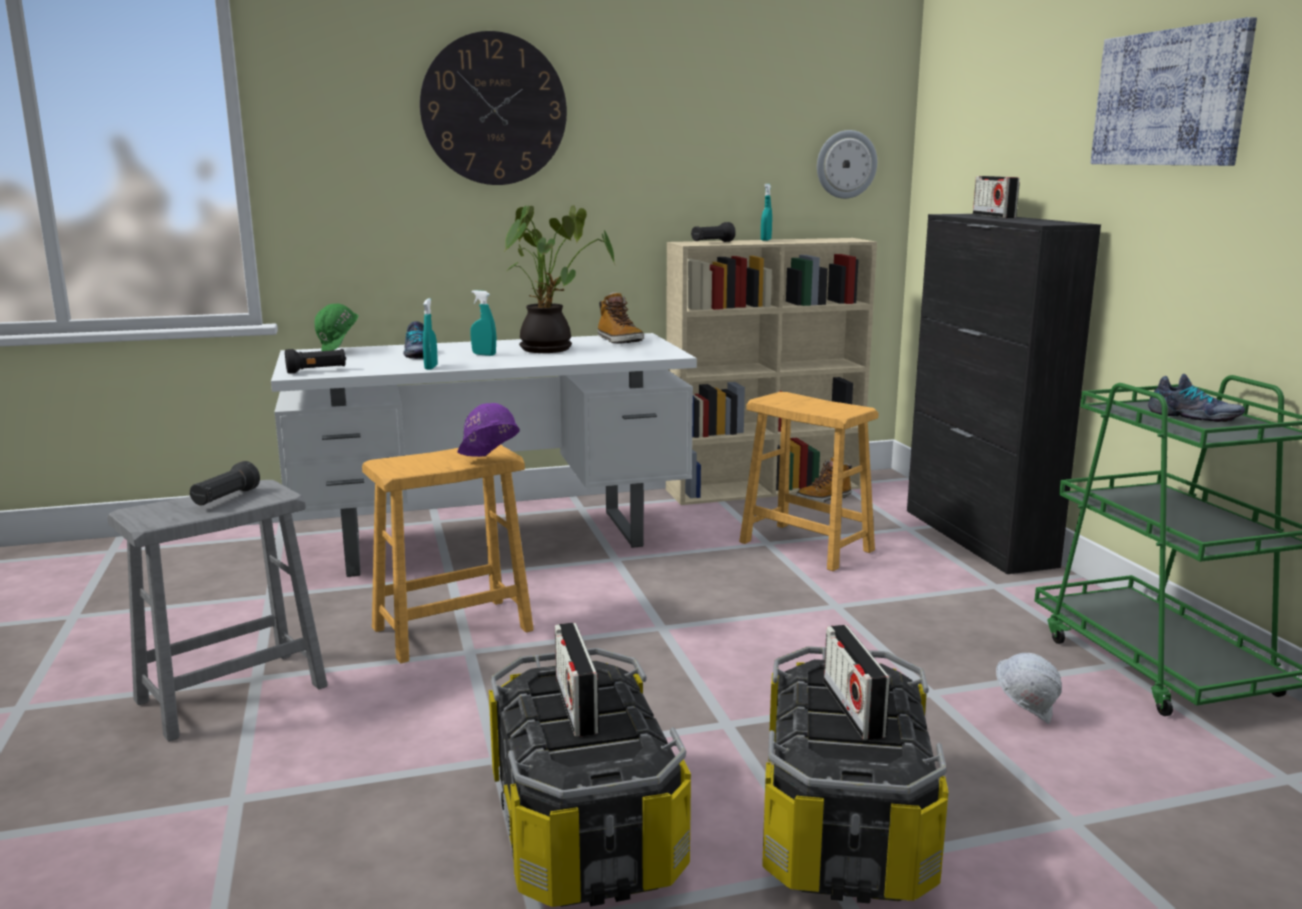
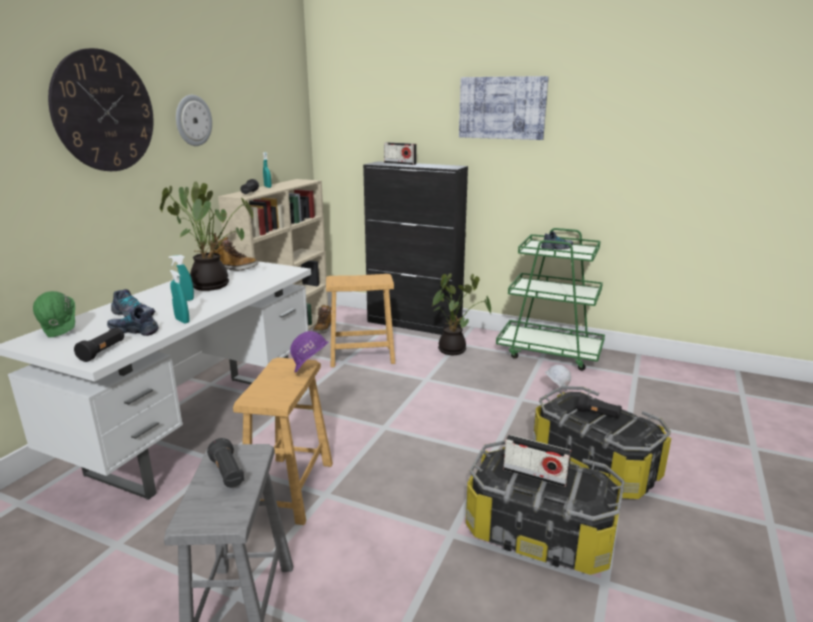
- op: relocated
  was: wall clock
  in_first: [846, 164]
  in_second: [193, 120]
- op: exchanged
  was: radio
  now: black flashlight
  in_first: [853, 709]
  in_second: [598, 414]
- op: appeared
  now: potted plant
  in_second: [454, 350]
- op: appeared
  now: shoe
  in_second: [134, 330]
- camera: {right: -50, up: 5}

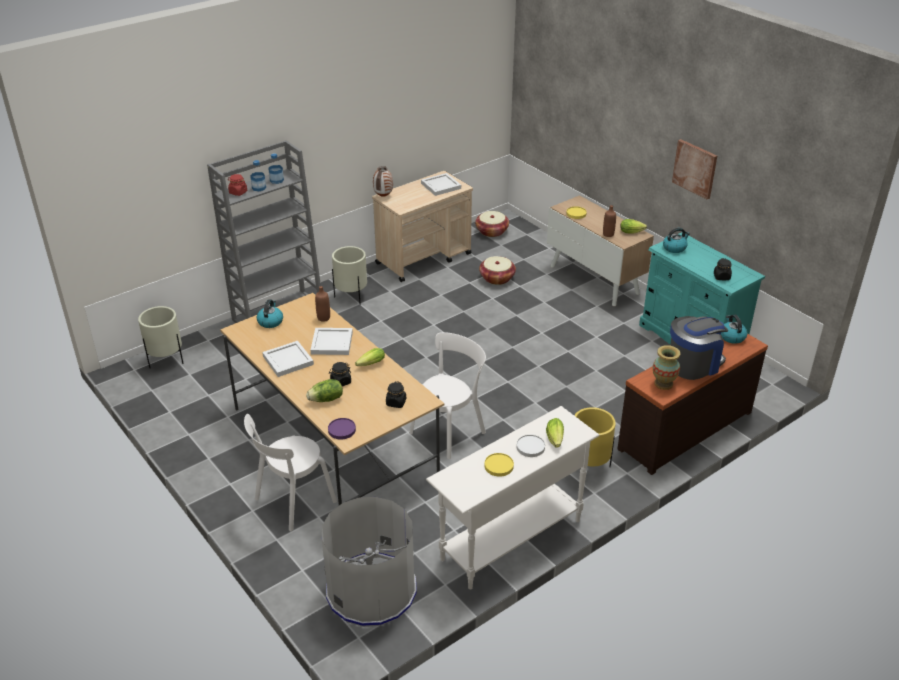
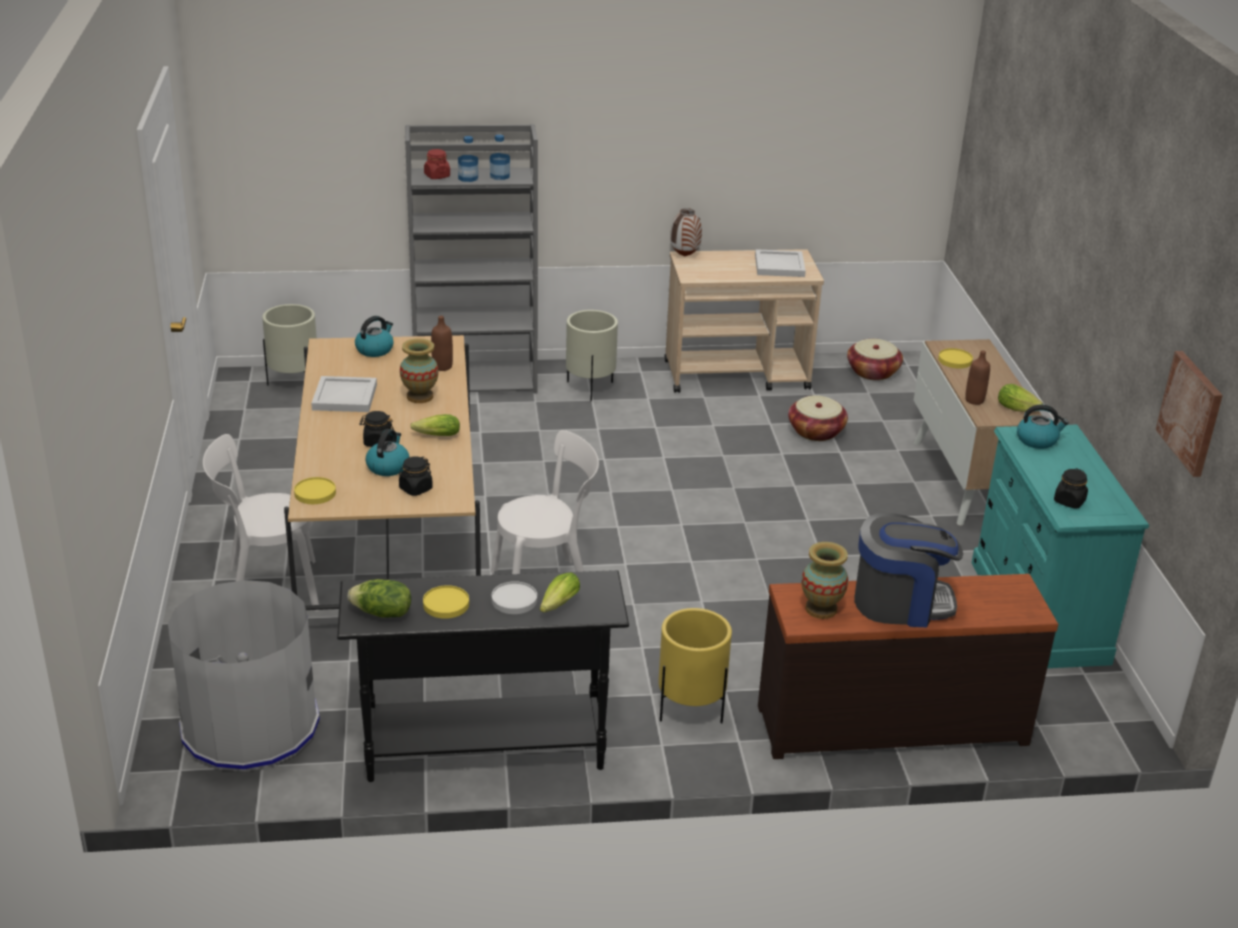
- op: relocated
  was: picture
  in_first: [695, 168]
  in_second: [1191, 413]
- op: relocated
  was: kettle
  in_first: [732, 337]
  in_second: [388, 466]
- op: exchanged
  was: white tray
  now: vase
  in_first: [332, 342]
  in_second: [420, 396]
- op: relocated
  was: lettuce
  in_first: [326, 399]
  in_second: [382, 613]
- op: colour
  was: white console table
  now: black console table
  in_first: [510, 540]
  in_second: [483, 749]
- op: colour
  was: purple plate
  now: yellow plate
  in_first: [341, 430]
  in_second: [314, 493]
- camera: {right: 30, up: -5}

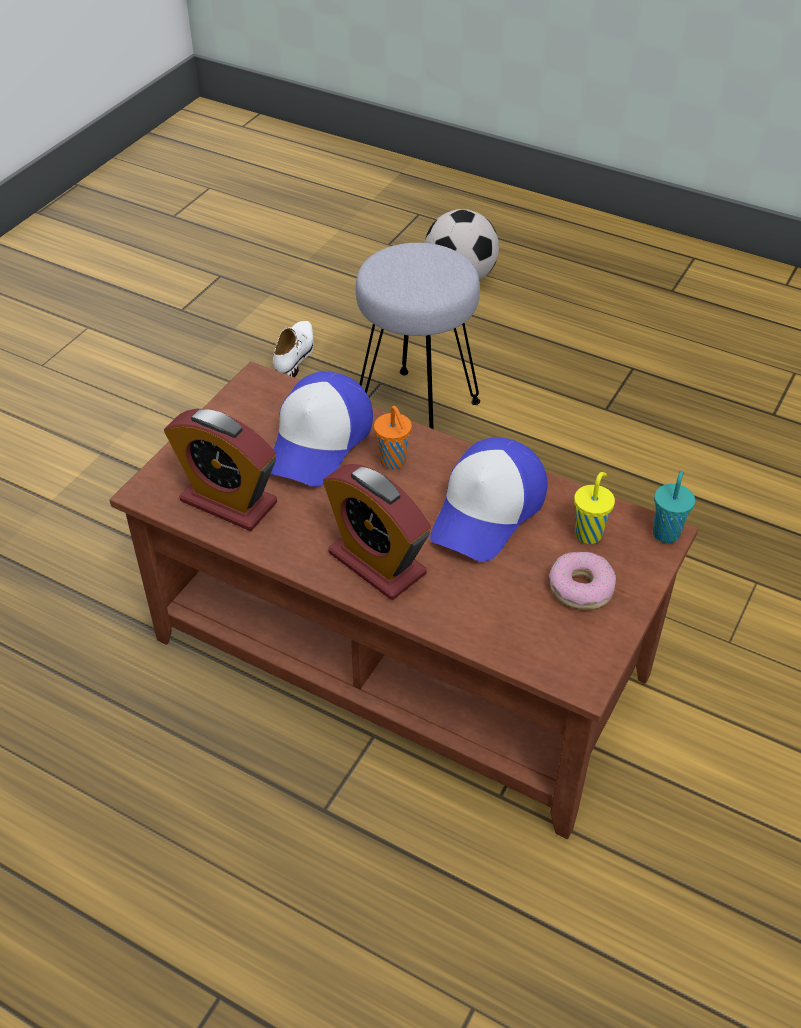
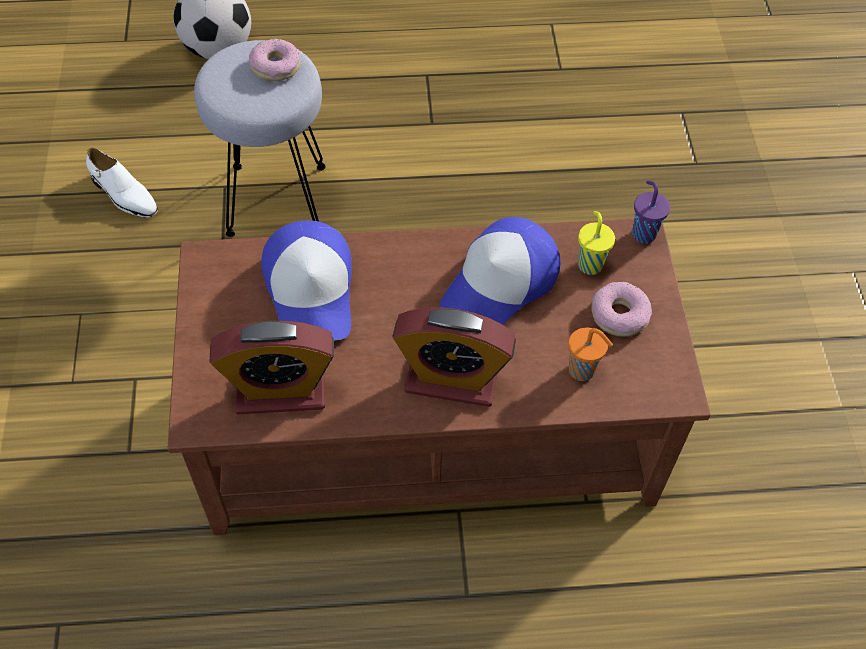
- op: spun
  was: white shoe
  in_first: [296, 355]
  in_second: [124, 195]
  clockwise: 150
- op: relocated
  was: orange cup
  in_first: [394, 462]
  in_second: [583, 371]
- op: spun
  was: cap
  in_first: [488, 511]
  in_second: [500, 285]
  clockwise: 45
- op: colour
  was: turquoise cup
  now: purple cup
  in_first: [666, 532]
  in_second: [643, 233]
- op: appeared
  now: donut
  in_second: [275, 66]
- camera: {right: -35, up: 10}

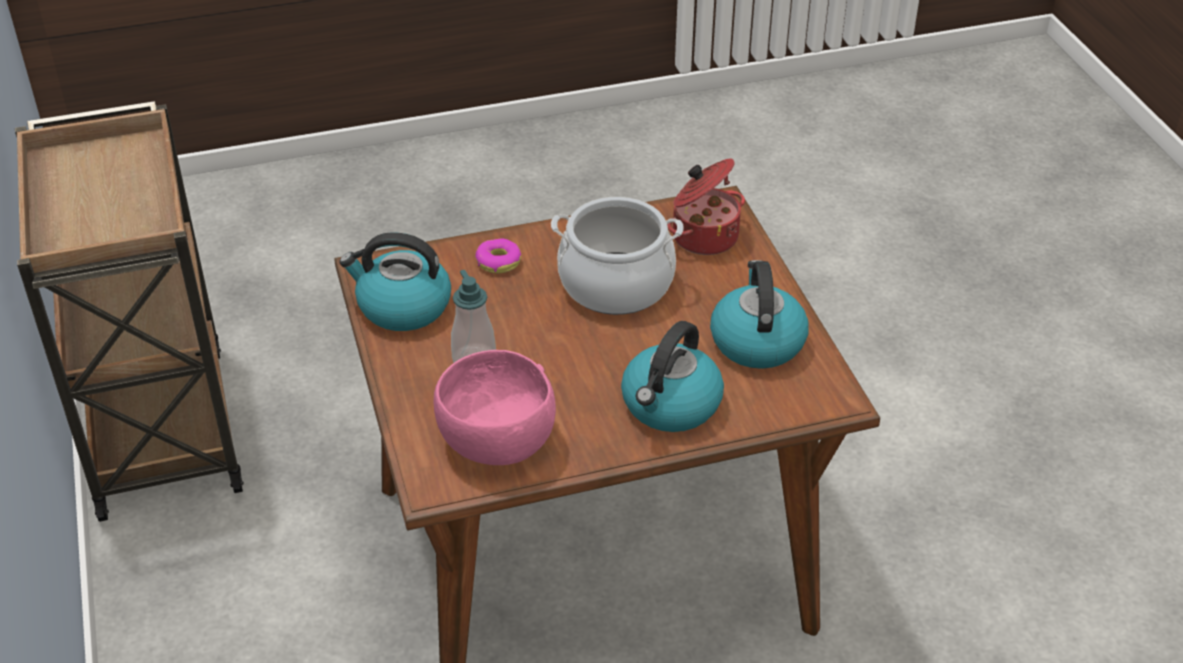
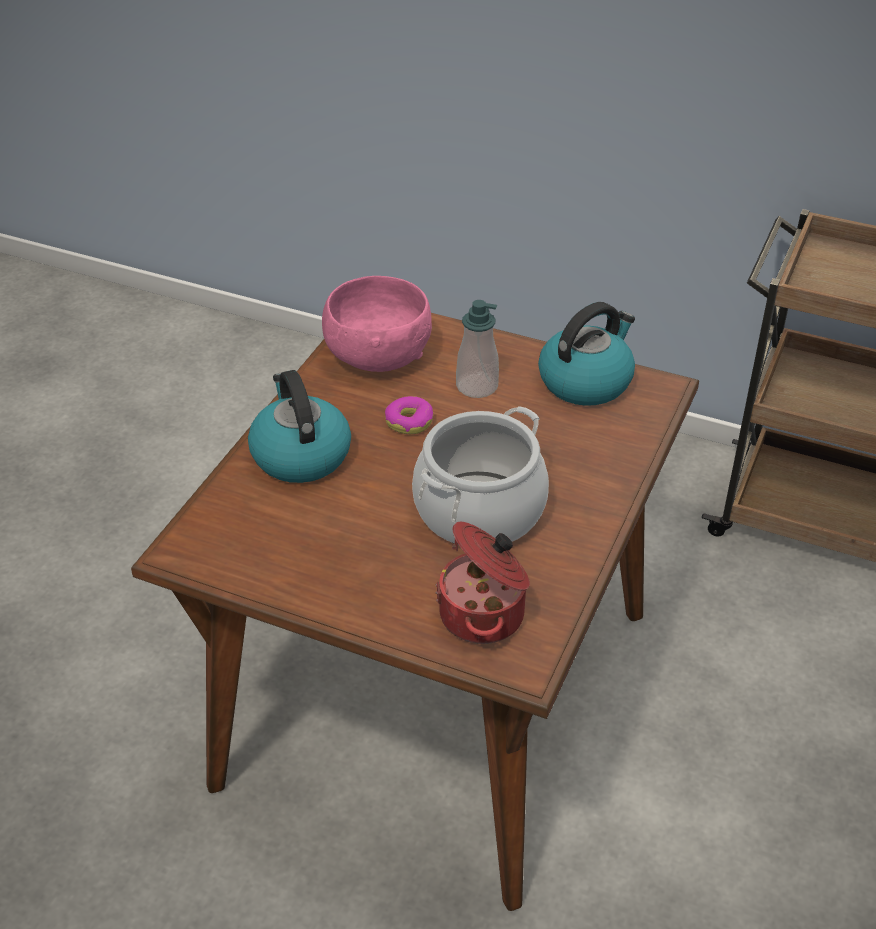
- op: relocated
  was: donut
  in_first: [498, 262]
  in_second: [409, 421]
- op: missing
  was: kettle
  in_first: [756, 341]
- camera: {right: 130, up: 0}

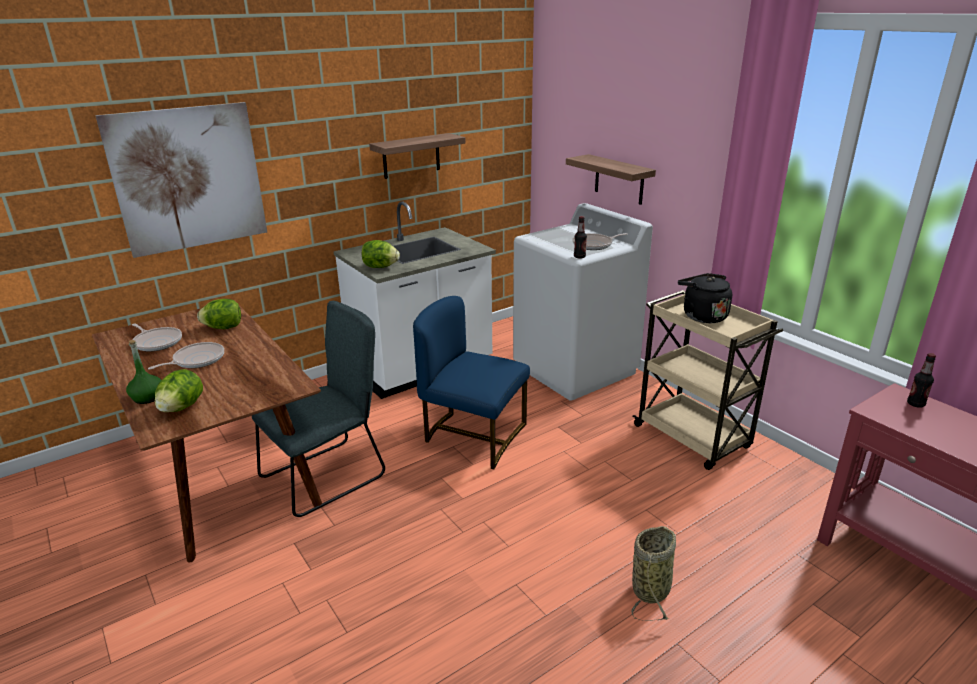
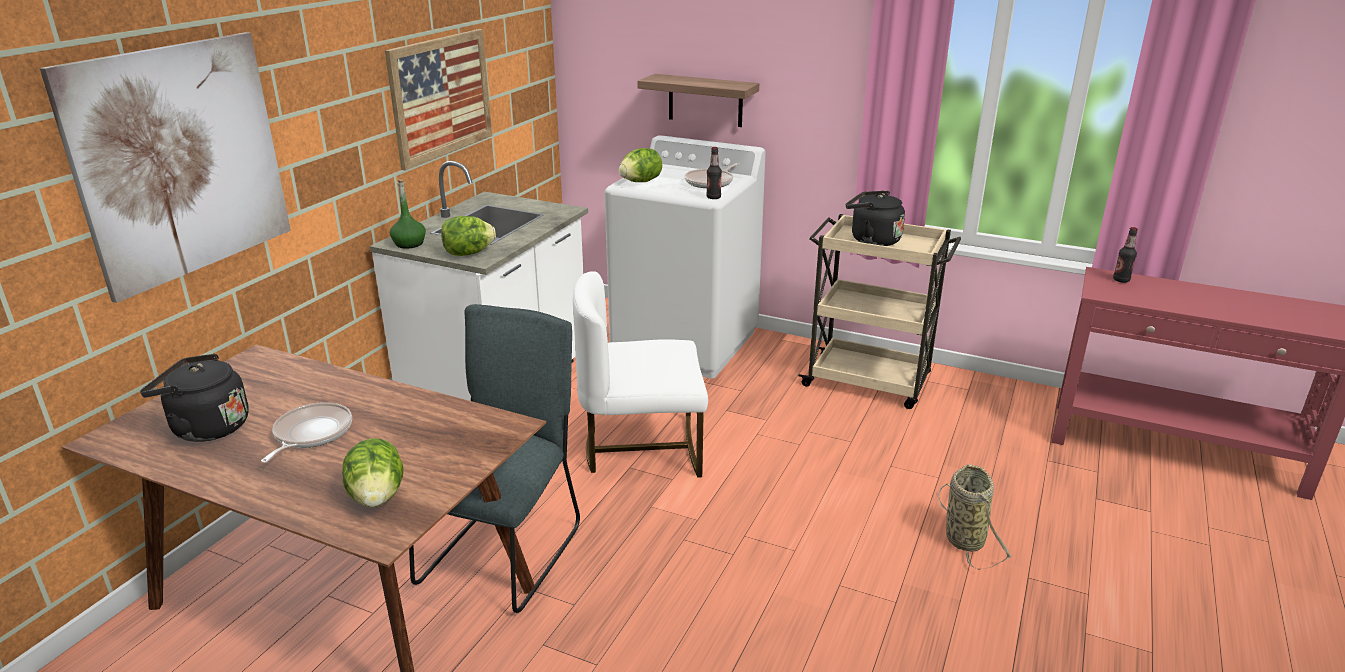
- op: exchanged
  was: shelf
  now: picture
  in_first: [411, 156]
  in_second: [441, 96]
- op: colour
  was: blue chair
  now: white chair
  in_first: [473, 436]
  in_second: [642, 448]
- op: relocated
  was: lettuce
  in_first: [223, 328]
  in_second: [640, 182]
- op: exchanged
  was: frying pan
  now: black kettle
  in_first: [157, 342]
  in_second: [206, 428]
- op: relocated
  was: green bottle
  in_first: [148, 397]
  in_second: [409, 244]
- camera: {right: -30, up: 0}

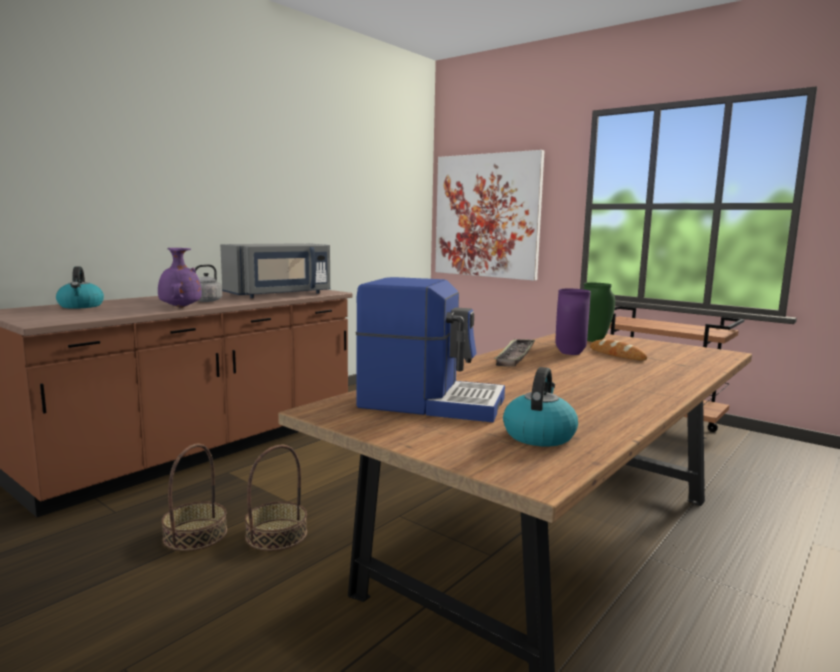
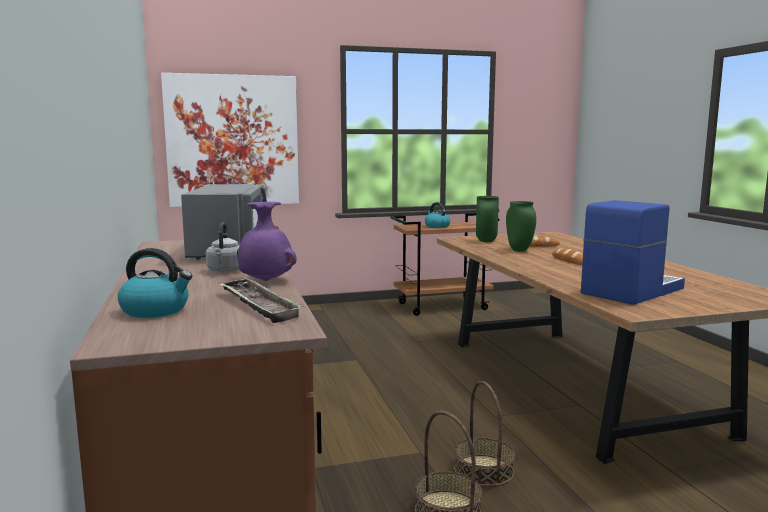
- op: colour
  was: purple vase
  now: green vase
  in_first: [571, 353]
  in_second: [520, 250]
- op: relocated
  was: tray
  in_first: [515, 356]
  in_second: [258, 305]
- op: relocated
  was: kettle
  in_first: [539, 435]
  in_second: [436, 226]
- op: appeared
  now: bread
  in_second: [570, 261]
- camera: {right: -55, up: 0}

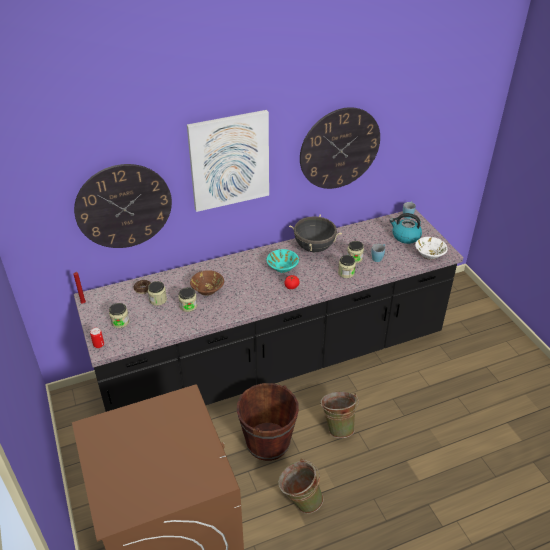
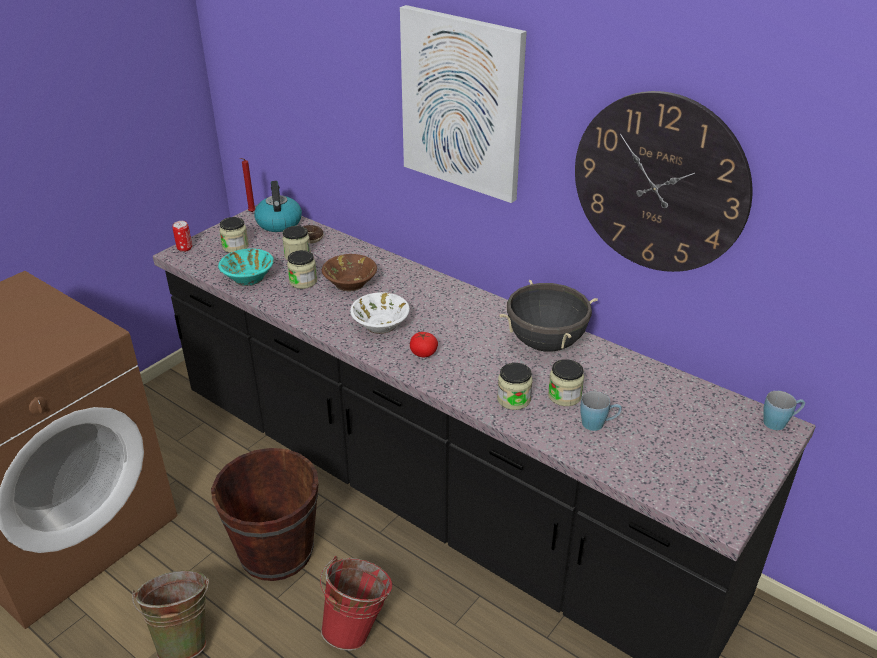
- op: missing
  was: wall clock
  in_first: [123, 206]
- op: relocated
  was: kettle
  in_first: [405, 236]
  in_second: [279, 223]
- op: relocated
  was: white bowl
  in_first: [429, 254]
  in_second: [380, 325]
- op: relocated
  was: turquoise bowl
  in_first: [282, 267]
  in_second: [248, 278]
- op: colour
  was: green bucket
  now: red bucket
  in_first: [338, 426]
  in_second: [358, 627]
- camera: {right: 60, up: -5}

